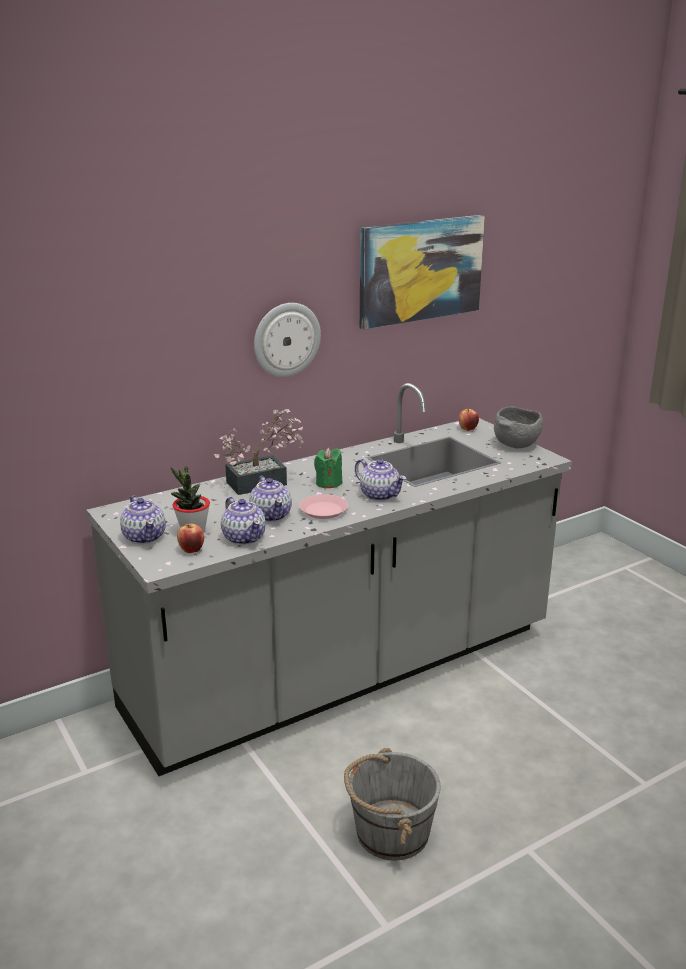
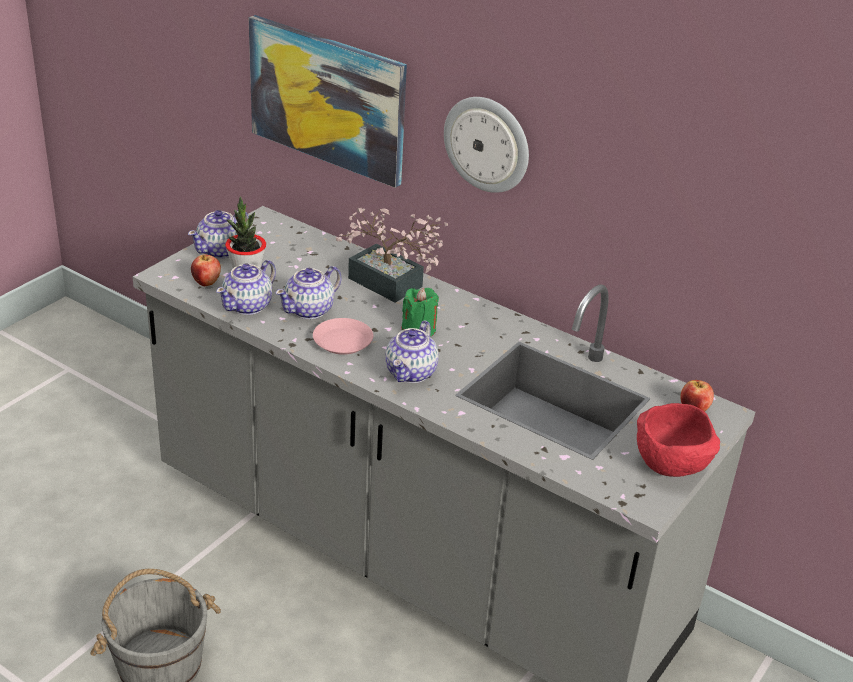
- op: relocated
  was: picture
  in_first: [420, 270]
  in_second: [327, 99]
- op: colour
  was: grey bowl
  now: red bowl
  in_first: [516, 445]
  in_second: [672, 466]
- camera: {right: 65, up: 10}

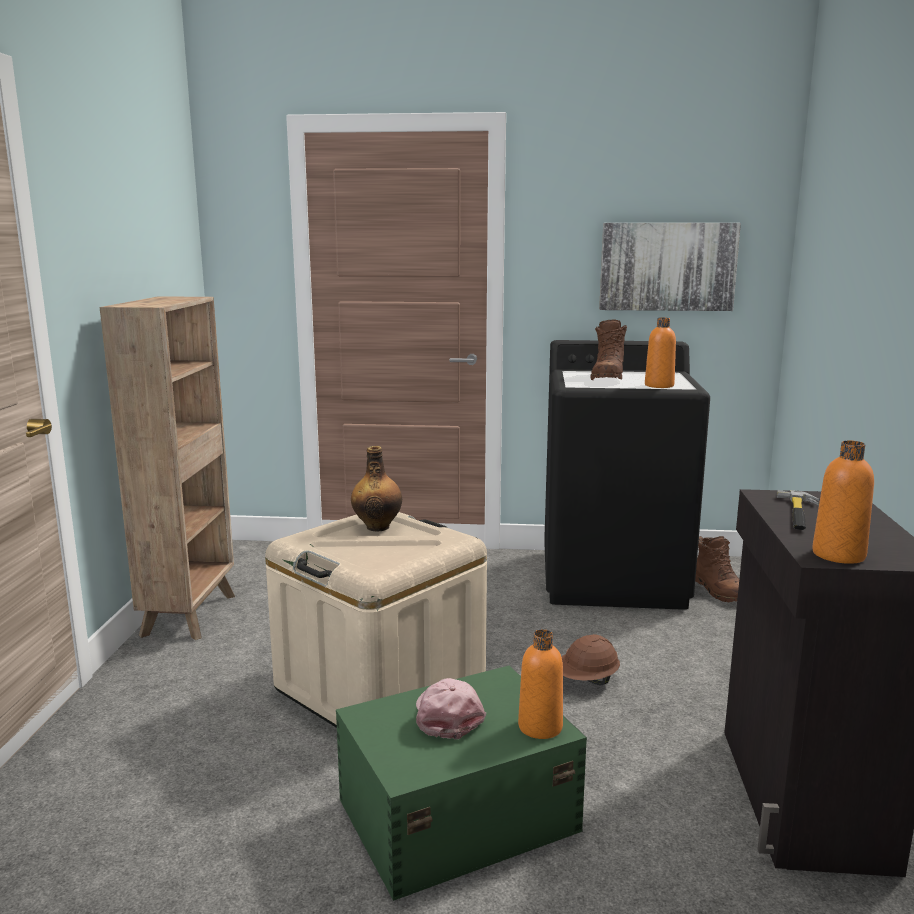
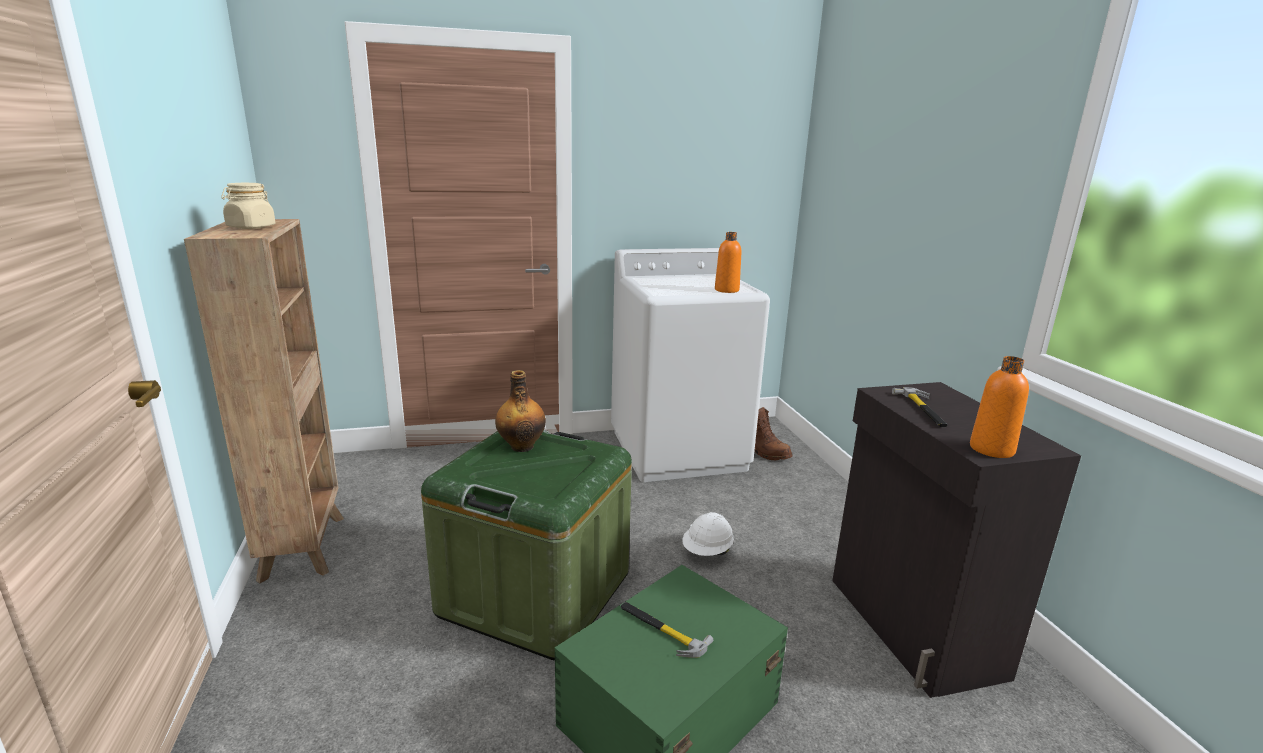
- op: missing
  was: picture
  in_first: [667, 266]
- op: missing
  was: brown boot
  in_first: [608, 377]
- op: colour
  was: black washing machine
  now: white washing machine
  in_first: [614, 578]
  in_second: [679, 450]
- op: colour
  was: beige storage box
  now: green storage box
  in_first: [380, 686]
  in_second: [535, 593]
- op: missing
  was: orange bottle
  in_first: [540, 727]
- op: colour
  was: brown hard hat
  now: white hard hat
  in_first: [587, 681]
  in_second: [707, 552]
- op: exchanged
  was: pink cap
  now: hammer
  in_first: [447, 715]
  in_second: [661, 630]
- op: appeared
  now: beige jar
  in_second: [251, 227]
- camera: {right: -20, up: 5}

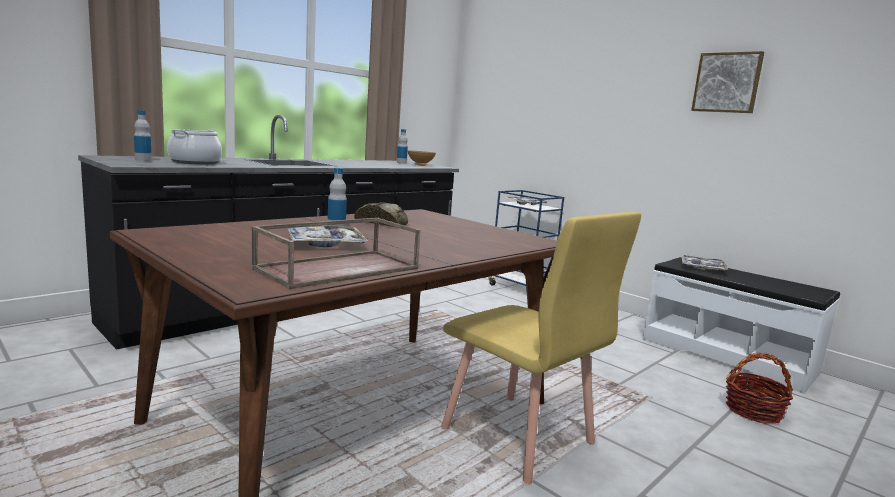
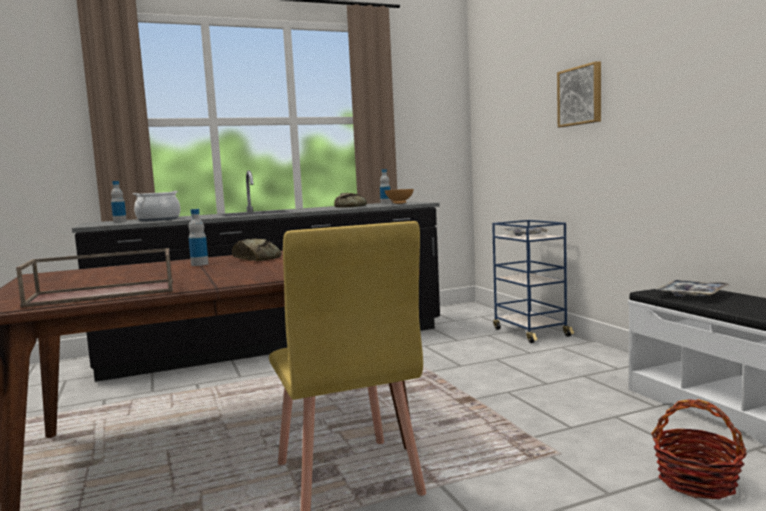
- op: relocated
  was: picture
  in_first: [727, 83]
  in_second: [580, 96]
- op: missing
  was: tray
  in_first: [325, 243]
- op: appeared
  now: bread
  in_second: [352, 206]
- camera: {right: 25, up: -5}

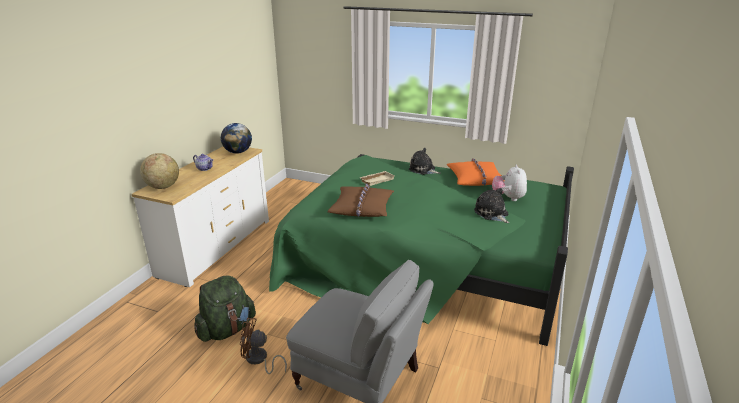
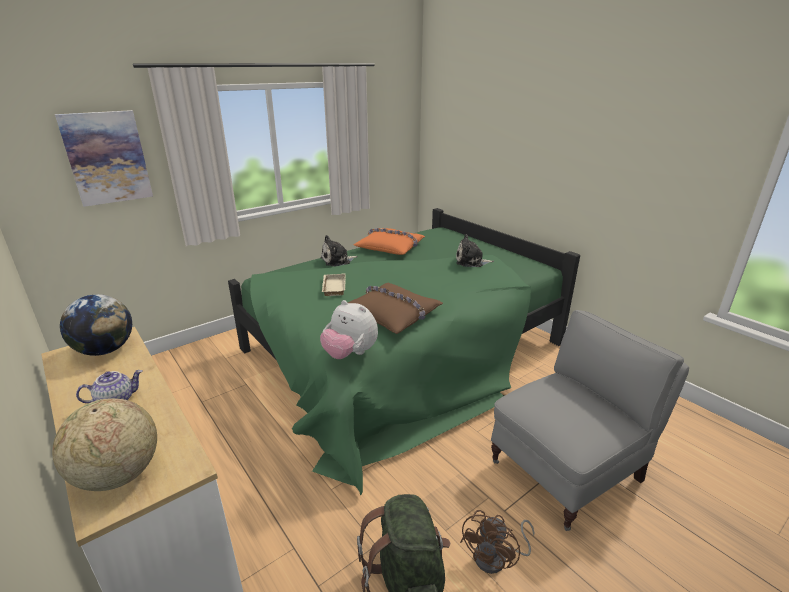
- op: relocated
  was: plush toy
  in_first: [508, 198]
  in_second: [350, 354]
- op: appeared
  now: picture
  in_second: [107, 158]
- camera: {right: -60, up: 0}

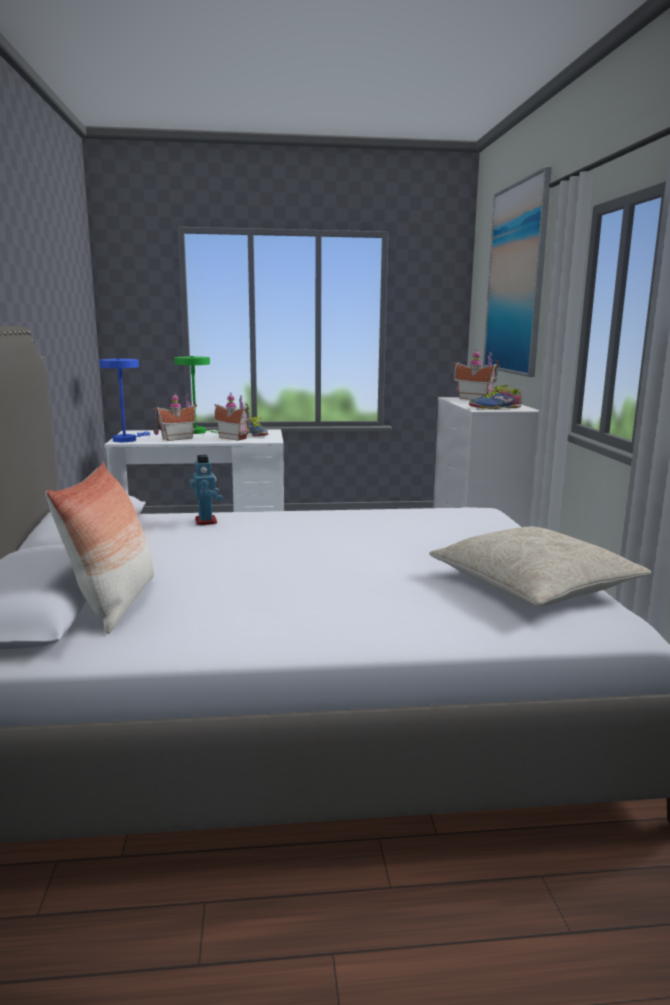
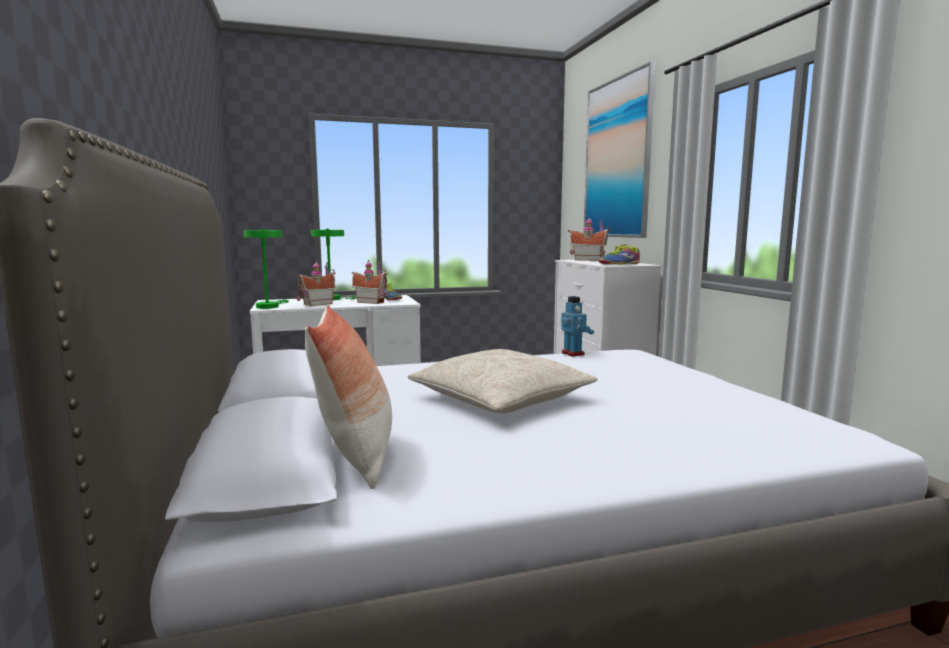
- op: colour
  was: blue table lamp
  now: green table lamp
  in_first: [127, 439]
  in_second: [269, 306]
- op: relocated
  was: toy robot
  in_first: [206, 521]
  in_second: [573, 353]
- op: relocated
  was: beige pillow
  in_first: [534, 585]
  in_second: [501, 398]
- camera: {right: -10, up: -5}

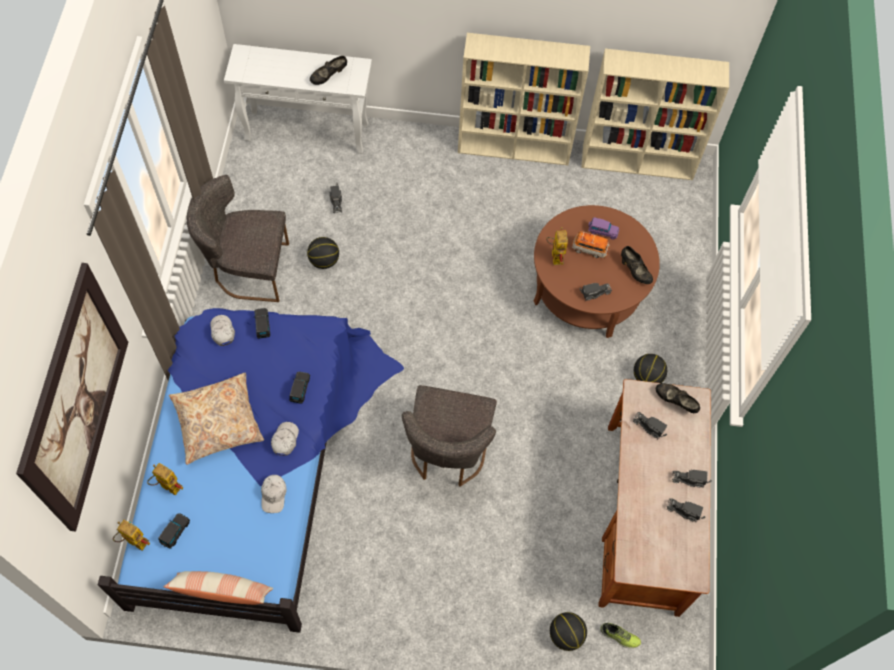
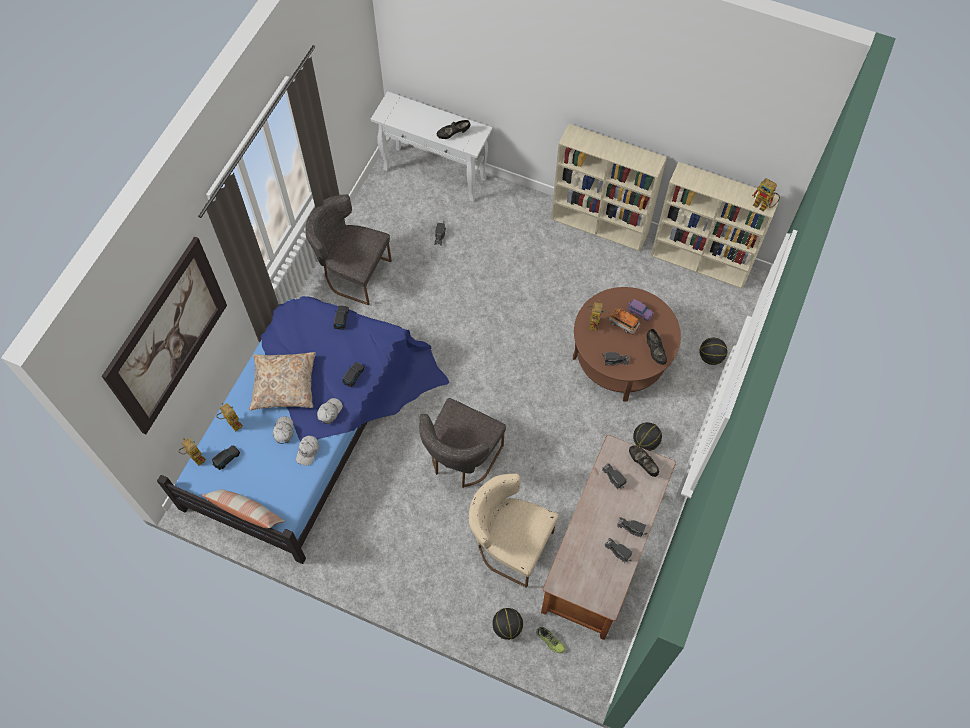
- op: relocated
  was: basketball
  in_first: [324, 261]
  in_second: [710, 357]
- op: relocated
  was: white cap
  in_first: [222, 332]
  in_second: [283, 431]
- op: appeared
  now: toy robot
  in_second: [764, 206]
- op: appeared
  now: beige chair
  in_second: [509, 545]
- camera: {right: 20, up: 0}

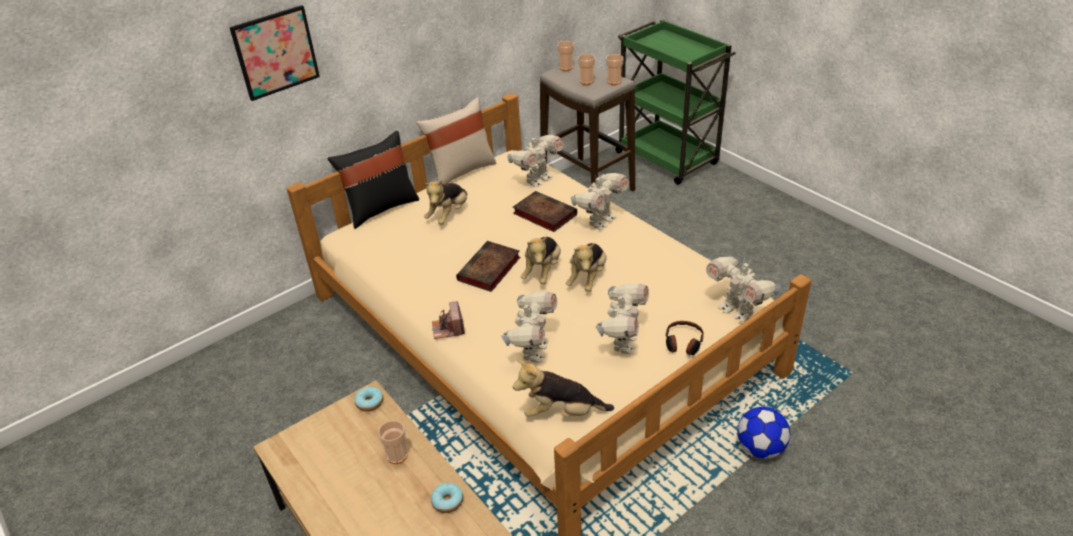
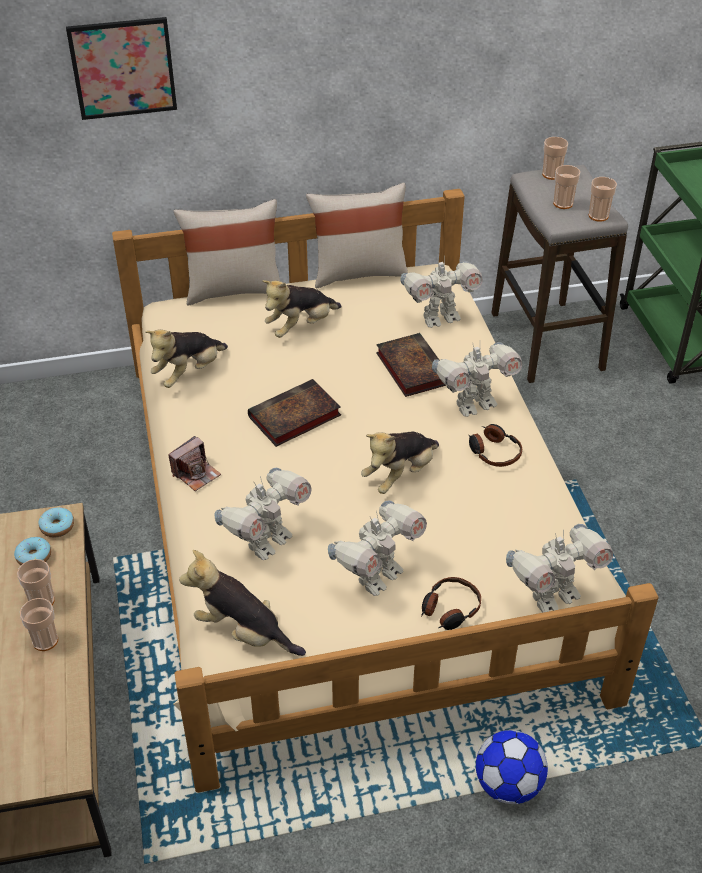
- op: colour
  was: black pillow
  now: beige pillow
  in_first: [381, 208]
  in_second: [233, 289]
- op: relocated
  was: plush toy
  in_first: [542, 271]
  in_second: [189, 373]
- op: spun
  was: toy robot
  in_first: [737, 311]
  in_second: [552, 596]
  clockwise: -105
- op: spun
  was: photo camera
  in_first: [448, 329]
  in_second: [196, 473]
  clockwise: -150
- op: relocated
  was: donut
  in_first: [447, 501]
  in_second: [34, 557]
- op: appeared
  now: headphones
  in_second: [493, 452]
- op: appeared
  now: cup
  in_second: [45, 640]
- camera: {right: 25, up: 5}

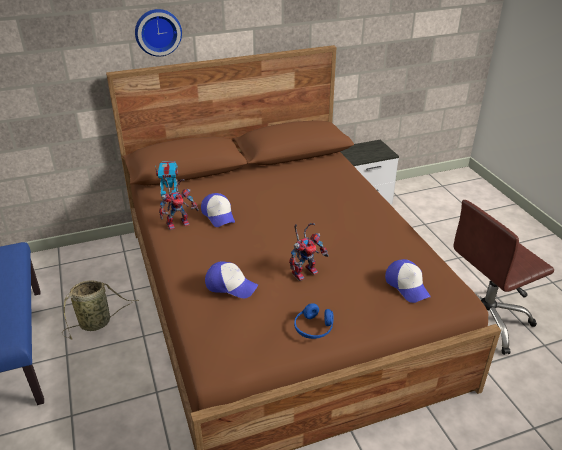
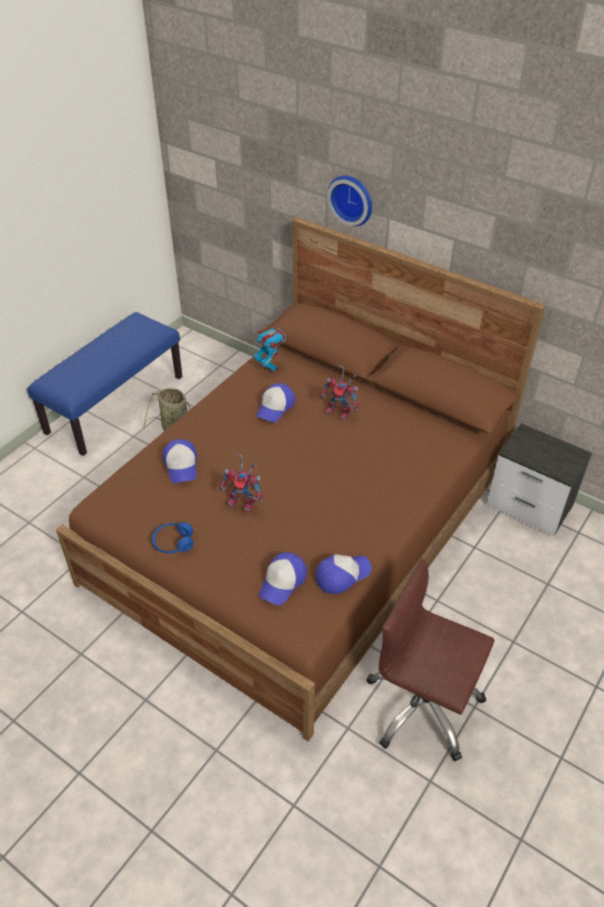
- op: relocated
  was: toy robot
  in_first: [179, 223]
  in_second: [341, 411]
- op: appeared
  now: cap
  in_second: [342, 575]
- camera: {right: 55, up: 10}

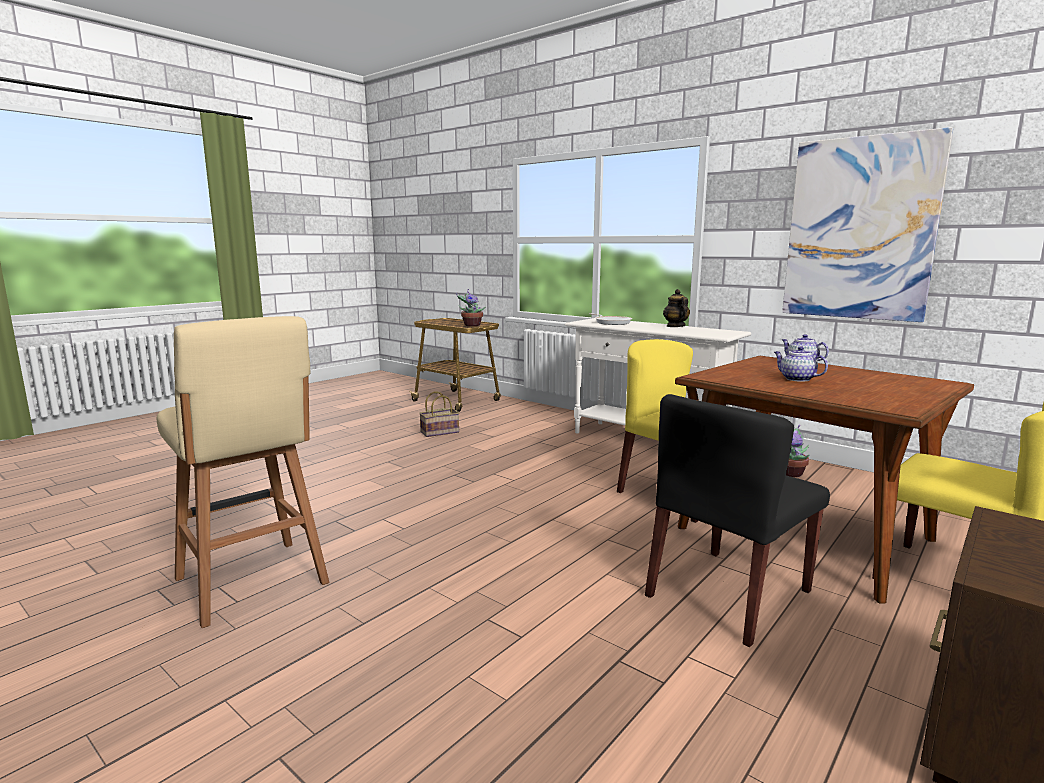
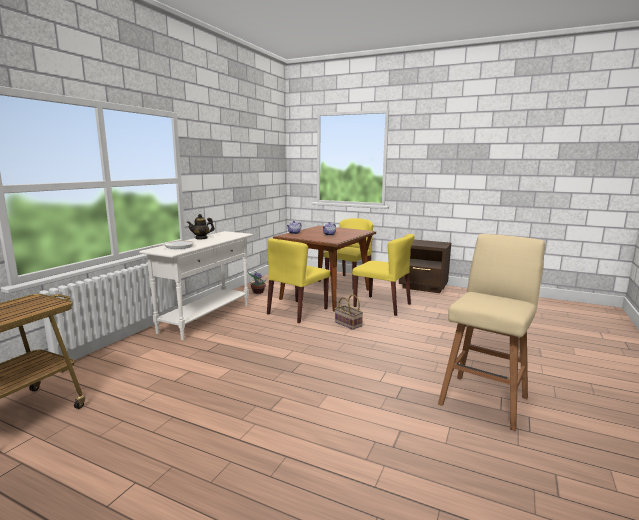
- op: missing
  was: picture
  in_first: [860, 229]
- op: missing
  was: potted plant
  in_first: [471, 325]
- op: relocated
  was: basket
  in_first: [440, 432]
  in_second: [347, 324]
- op: colour
  was: black chair
  now: yellow chair
  in_first: [728, 594]
  in_second: [382, 305]
- camera: {right: -105, up: 0}

